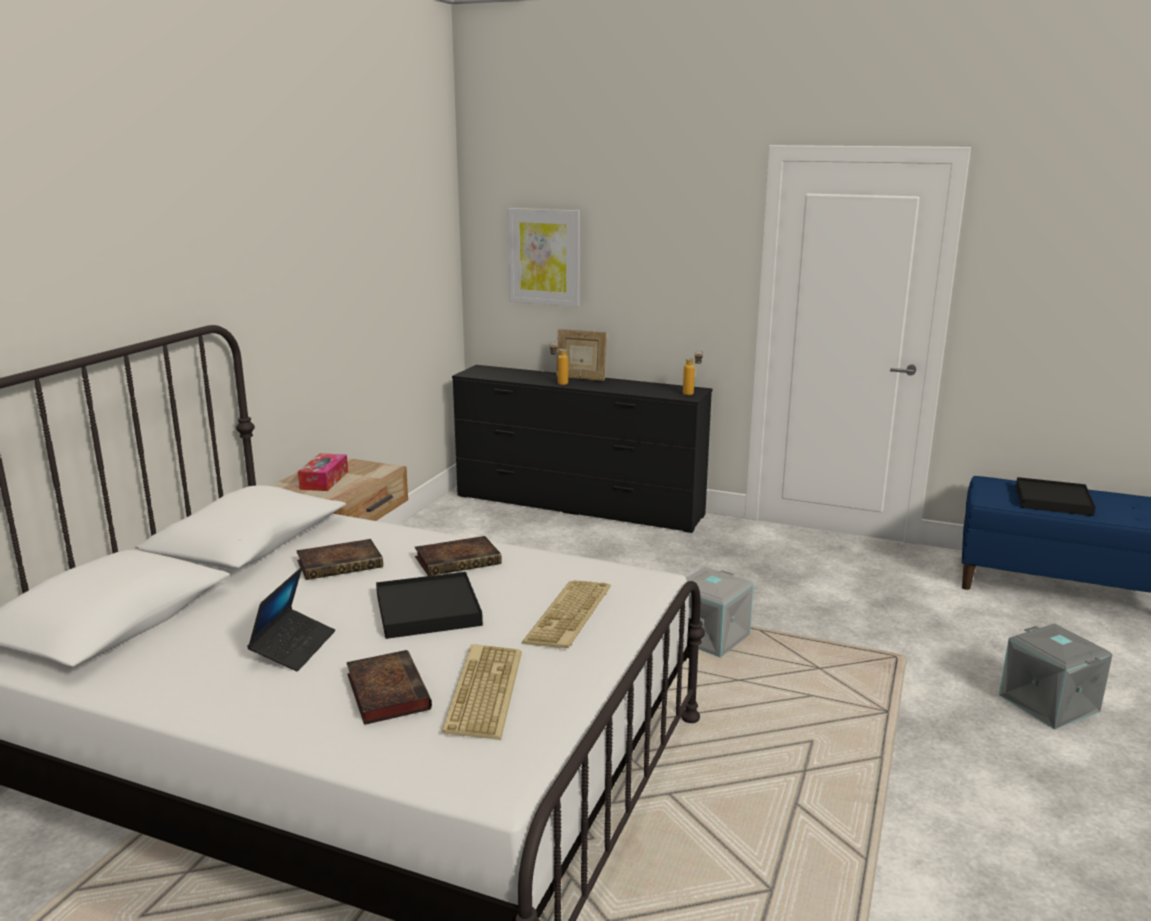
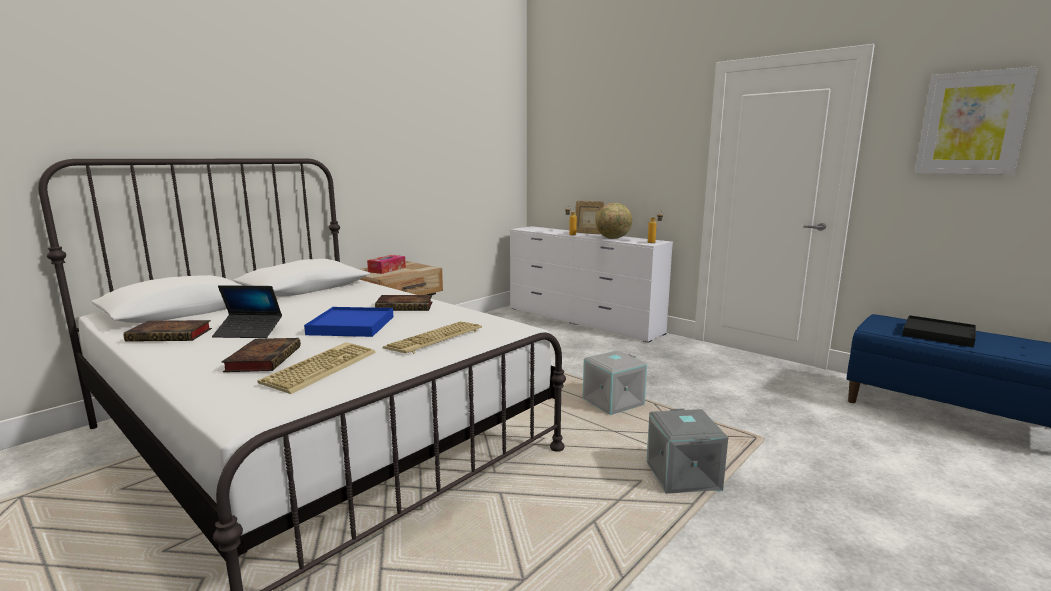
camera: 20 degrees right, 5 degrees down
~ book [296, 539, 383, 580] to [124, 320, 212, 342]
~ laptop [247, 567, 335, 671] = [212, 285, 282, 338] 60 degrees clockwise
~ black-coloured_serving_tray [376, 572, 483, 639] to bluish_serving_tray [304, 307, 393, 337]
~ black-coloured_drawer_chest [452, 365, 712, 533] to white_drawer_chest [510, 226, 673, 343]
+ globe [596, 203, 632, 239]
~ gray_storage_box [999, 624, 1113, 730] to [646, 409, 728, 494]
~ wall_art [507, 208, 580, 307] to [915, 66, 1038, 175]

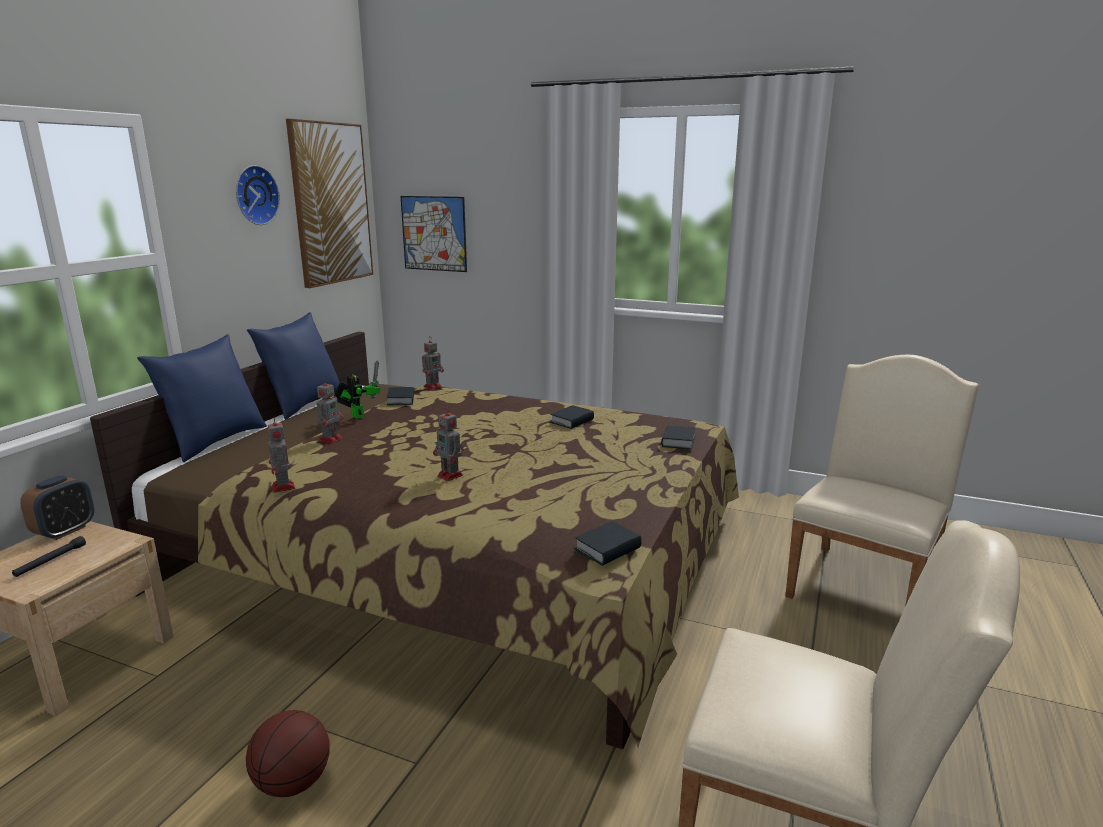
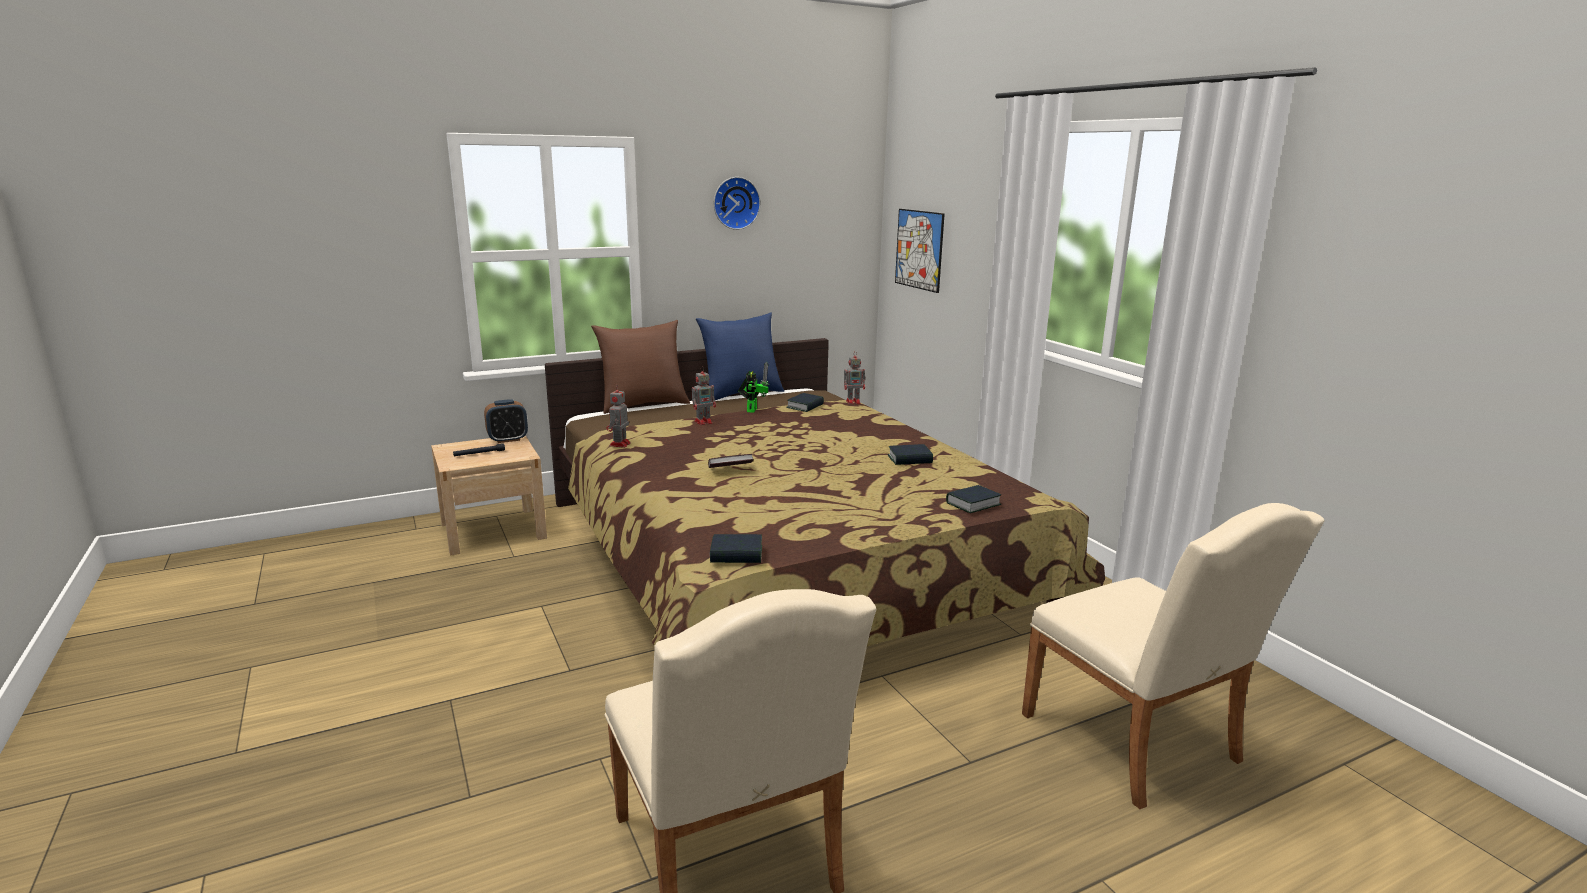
camera: 40 degrees right, 0 degrees up
~ bluish_cushion [137, 334, 267, 462] to brownish_cushion [591, 320, 690, 414]
~ robot_figure [433, 407, 464, 481] to book [708, 454, 754, 468]
~ beige_plain_chair [785, 355, 979, 606] = [1022, 503, 1325, 809] 75 degrees clockwise
- basketball [246, 710, 330, 797]
- wall_art [286, 119, 373, 288]

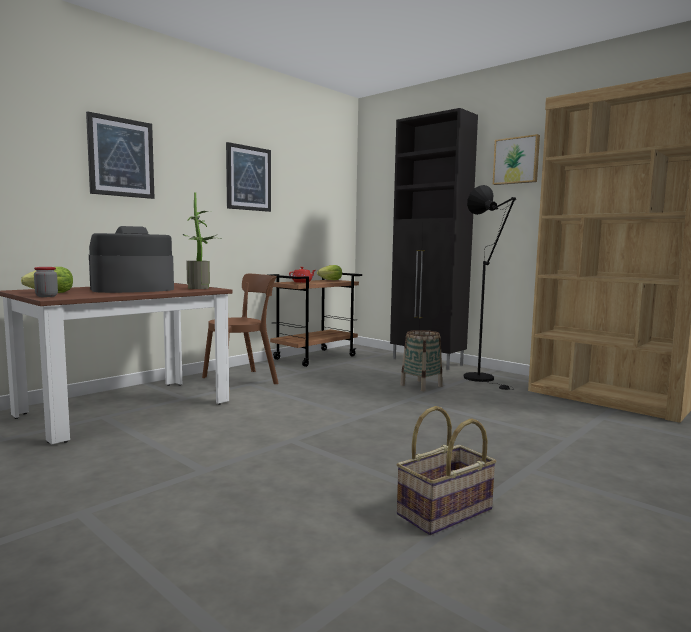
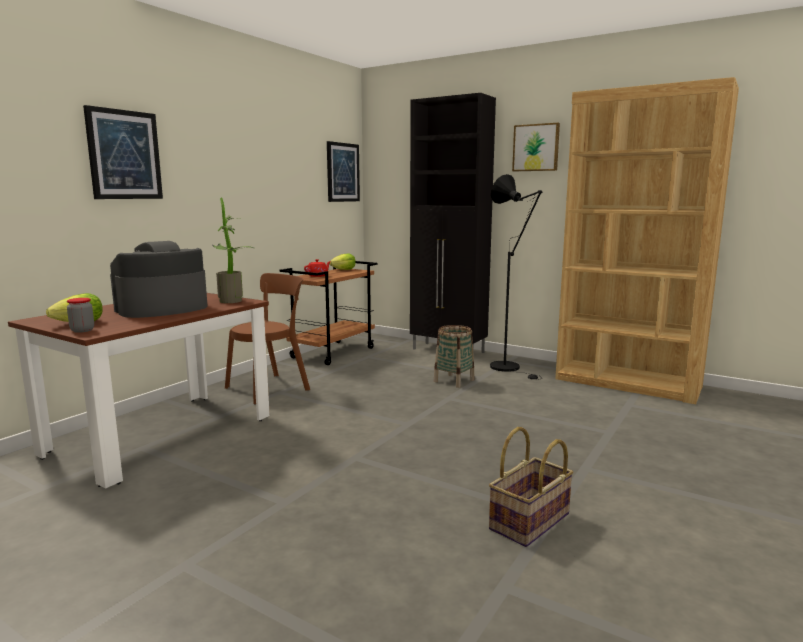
camera: 10 degrees left, 5 degrees up
~ wall_art [226, 142, 271, 212] to [327, 141, 360, 202]

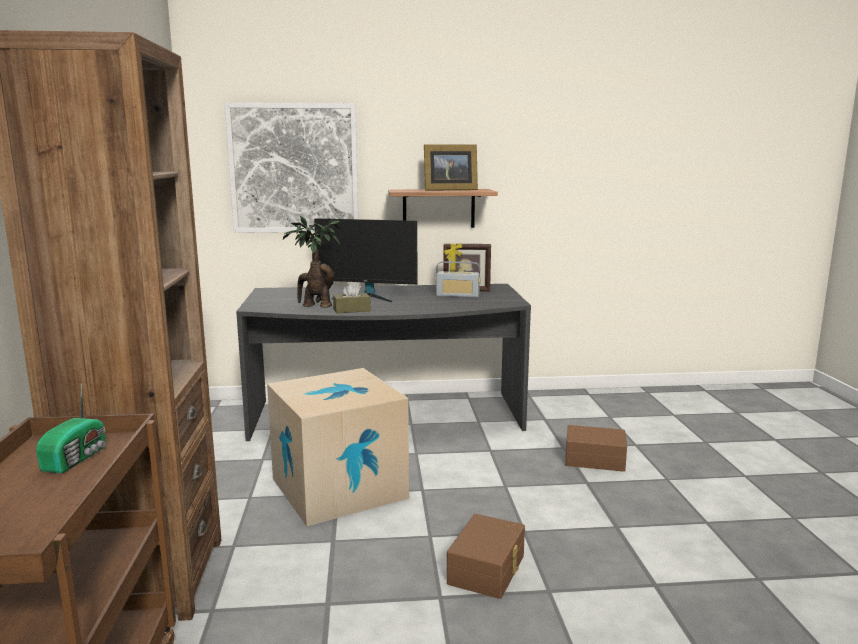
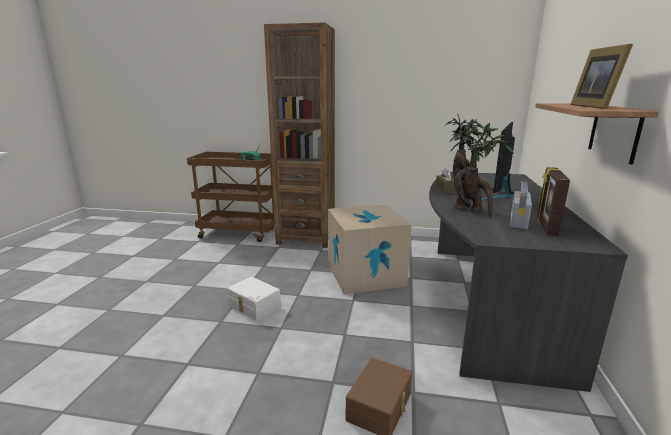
camera: 105 degrees right, 5 degrees up
~ brownish_storage_box [447, 514, 525, 599] to white_storage_box [227, 276, 281, 321]
+ plant_in_a_pot [451, 123, 514, 217]
- wall_art [225, 103, 358, 233]

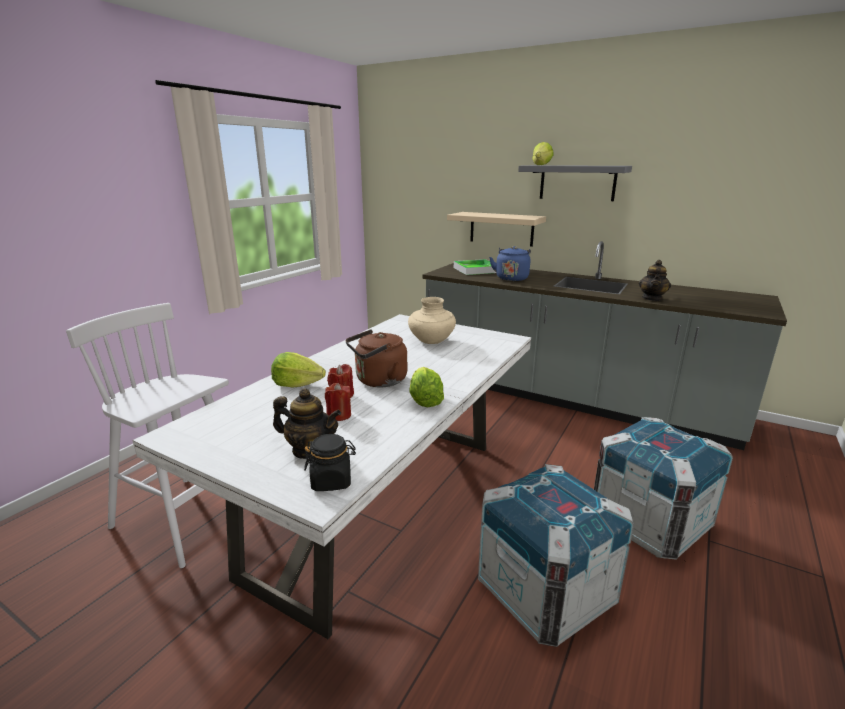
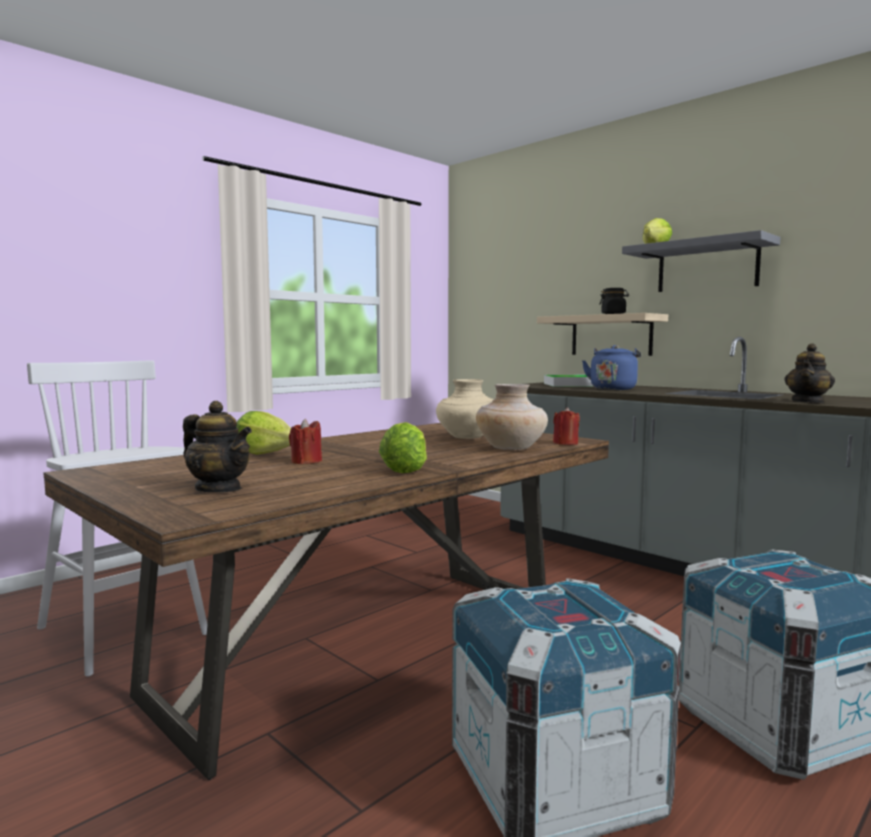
camera: 15 degrees right, 15 degrees down
~ white_dining_table [132, 314, 531, 639] to brownish_dining_table [43, 423, 609, 780]
+ beige_flower_vase [476, 384, 548, 450]
~ reddish_candle [325, 383, 351, 421] to [553, 407, 580, 445]
~ black-coloured_jar [304, 434, 356, 491] to [599, 288, 629, 314]
- brownish_water_kettle [345, 329, 407, 387]

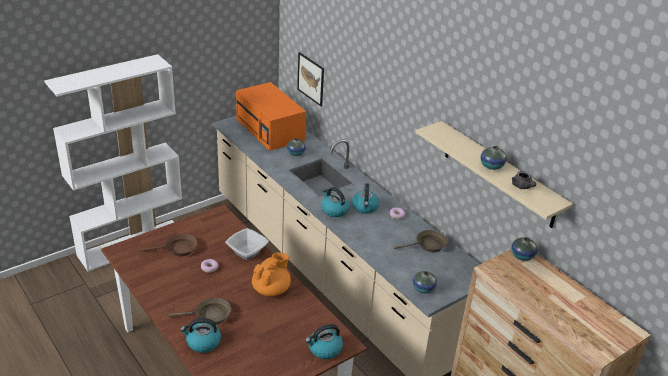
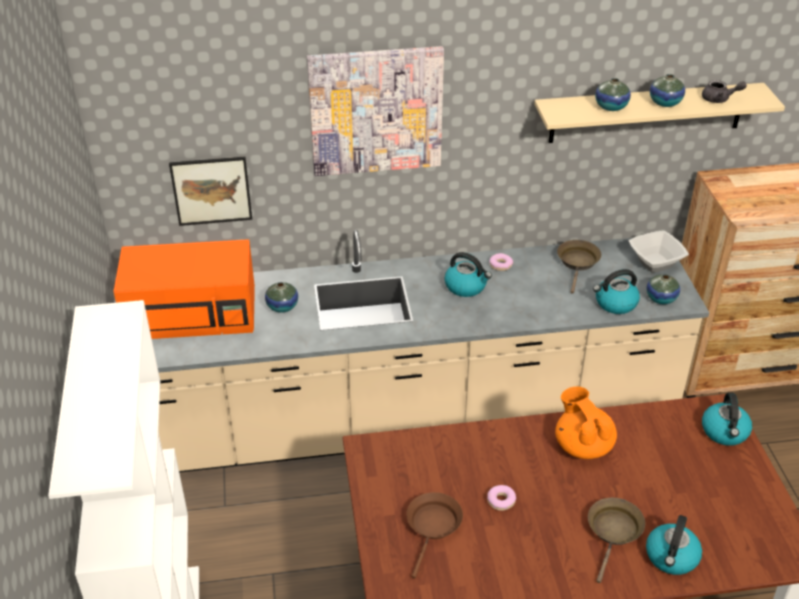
camera: 60 degrees left, 5 degrees up
+ wall_art [307, 46, 444, 176]
~ water_kettle [321, 187, 349, 217] to [593, 269, 640, 314]
~ flower_vase [511, 237, 538, 261] to [595, 78, 631, 111]
~ deep_dish [225, 228, 269, 260] to [629, 231, 689, 272]

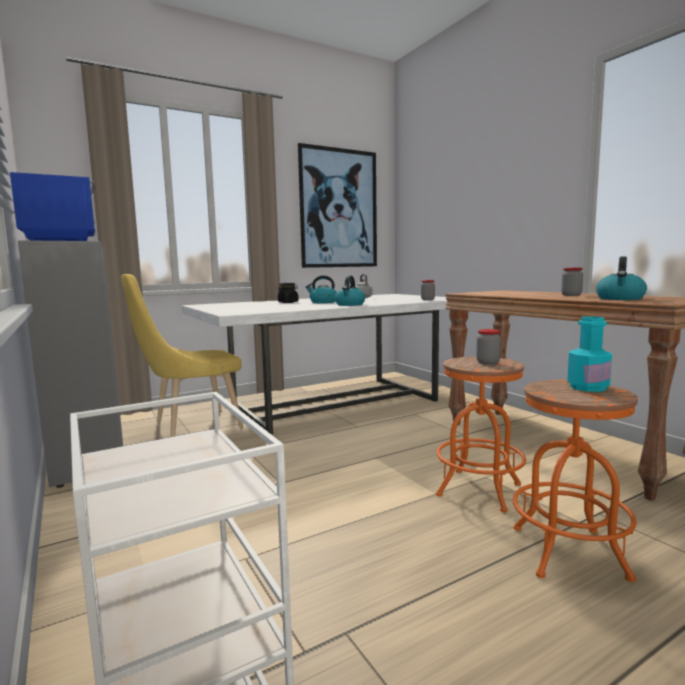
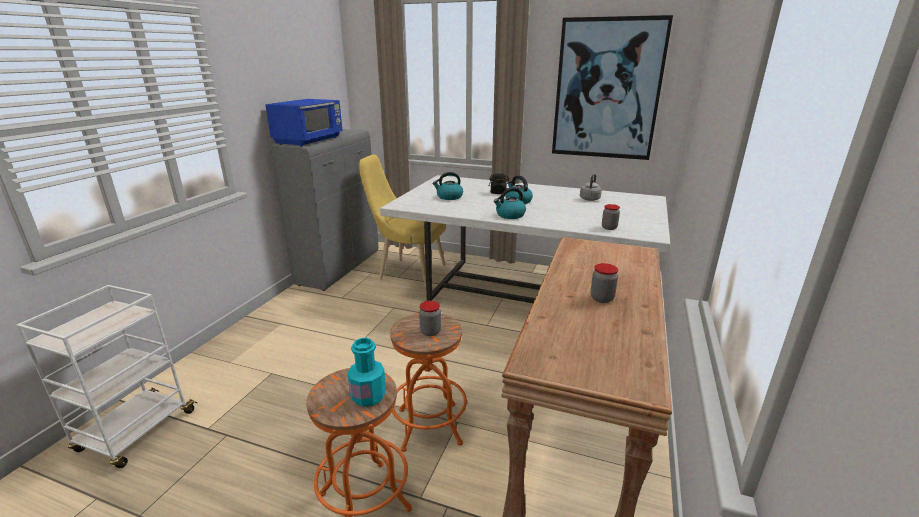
camera: 50 degrees right, 15 degrees up
~ water_kettle [596, 256, 647, 300] to [433, 172, 463, 200]

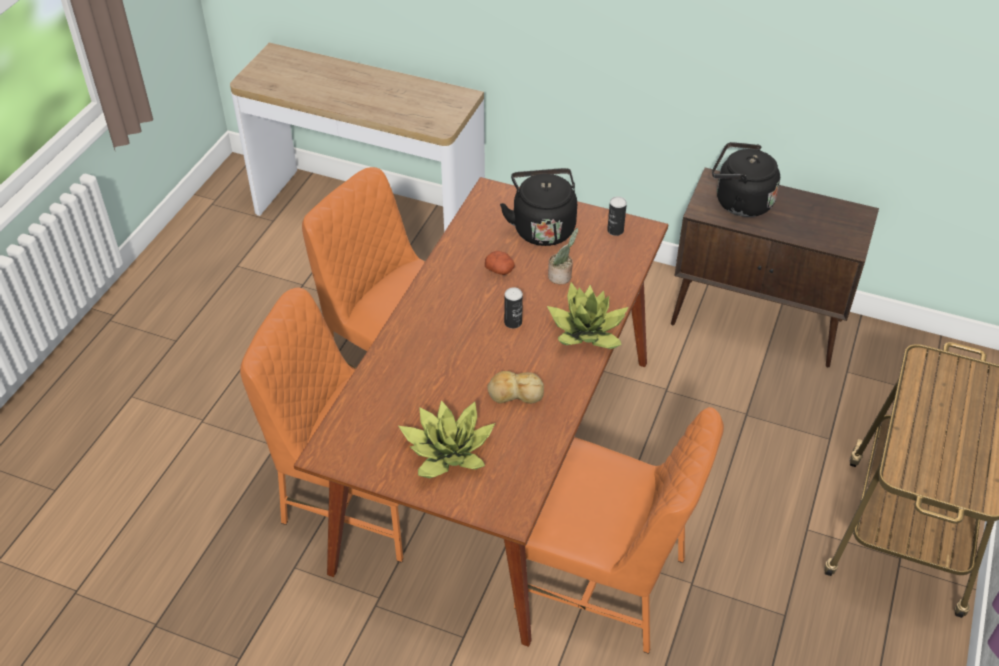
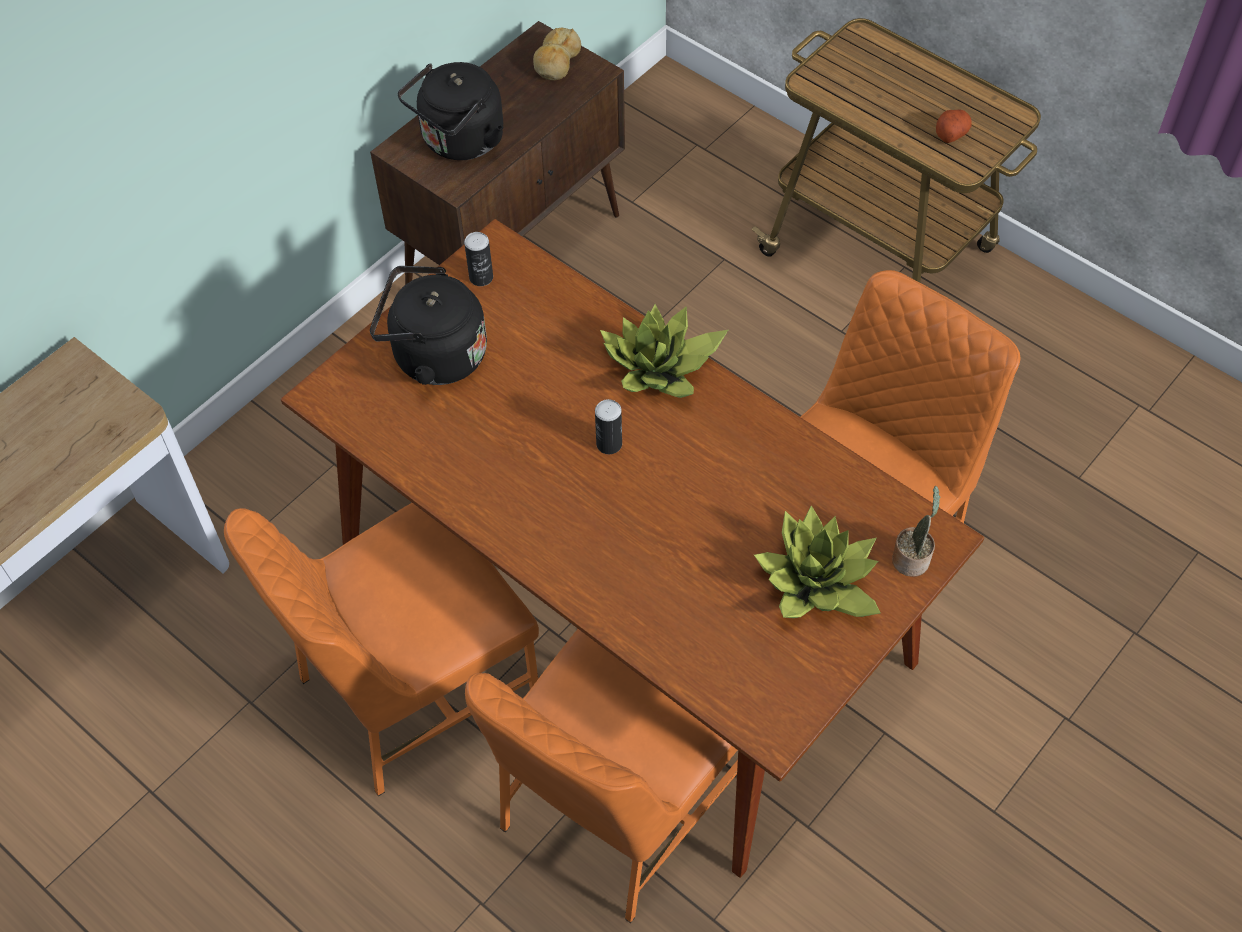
camera: 70 degrees left, 10 degrees up
~ baked_bread [487, 371, 544, 404] to [533, 27, 581, 80]
~ plant_in_a_pot [548, 228, 578, 284] to [892, 486, 941, 577]
~ spud [485, 251, 515, 275] to [936, 110, 972, 143]

